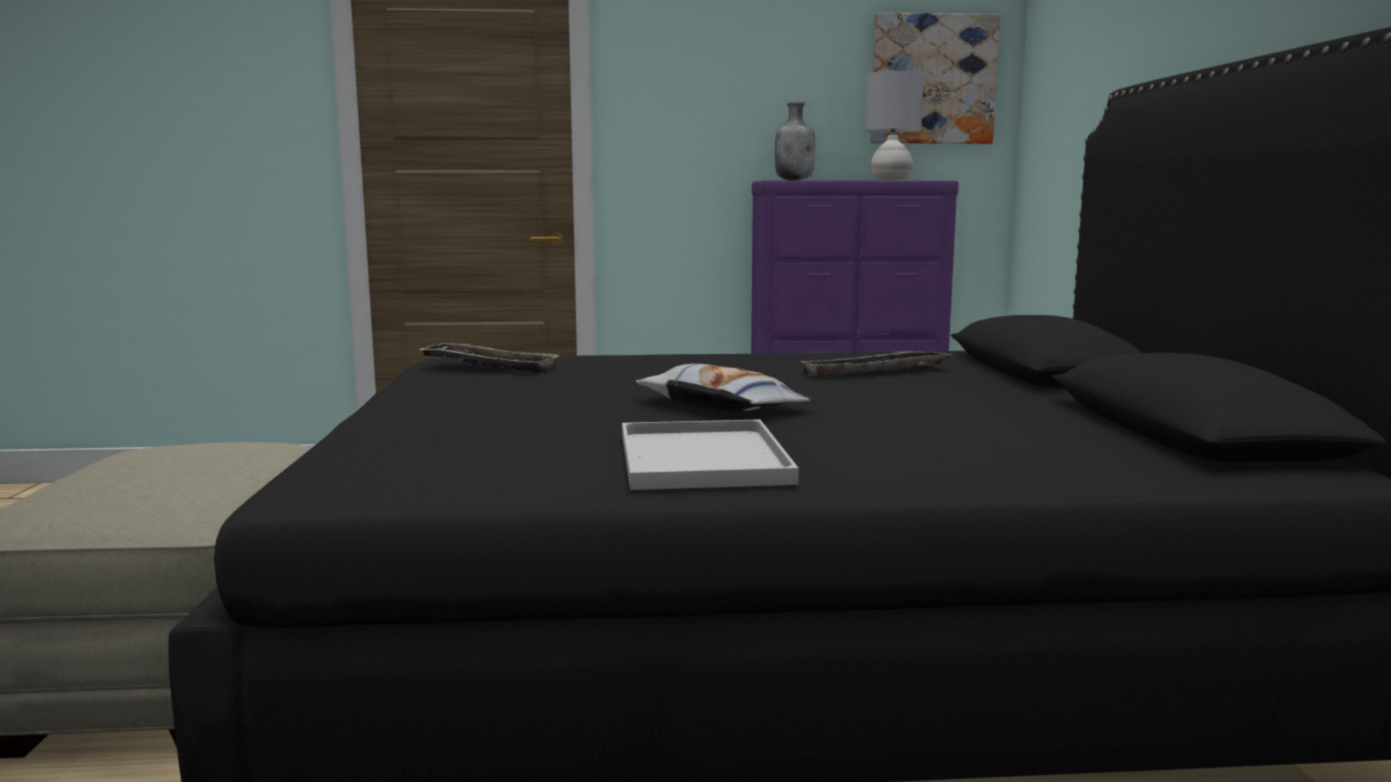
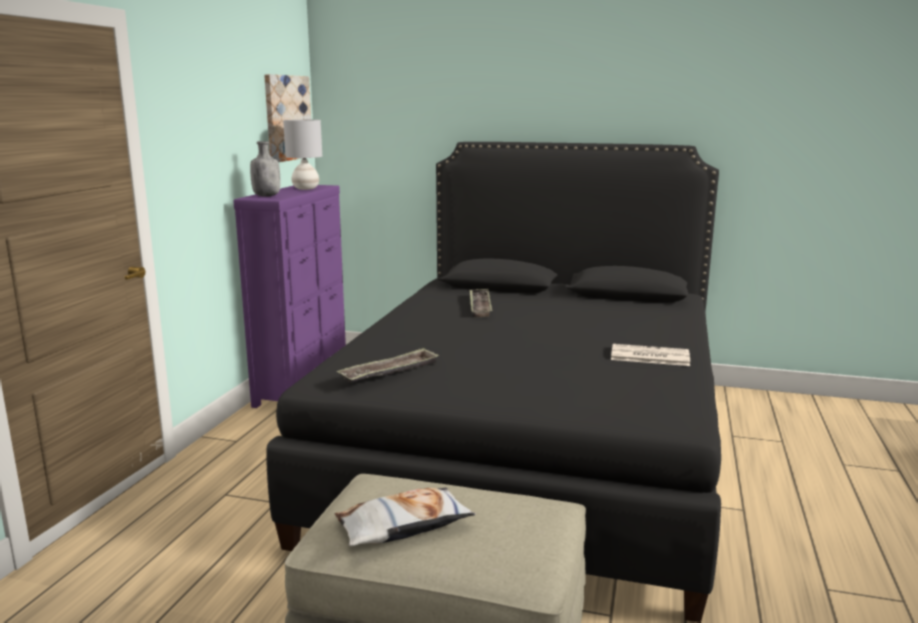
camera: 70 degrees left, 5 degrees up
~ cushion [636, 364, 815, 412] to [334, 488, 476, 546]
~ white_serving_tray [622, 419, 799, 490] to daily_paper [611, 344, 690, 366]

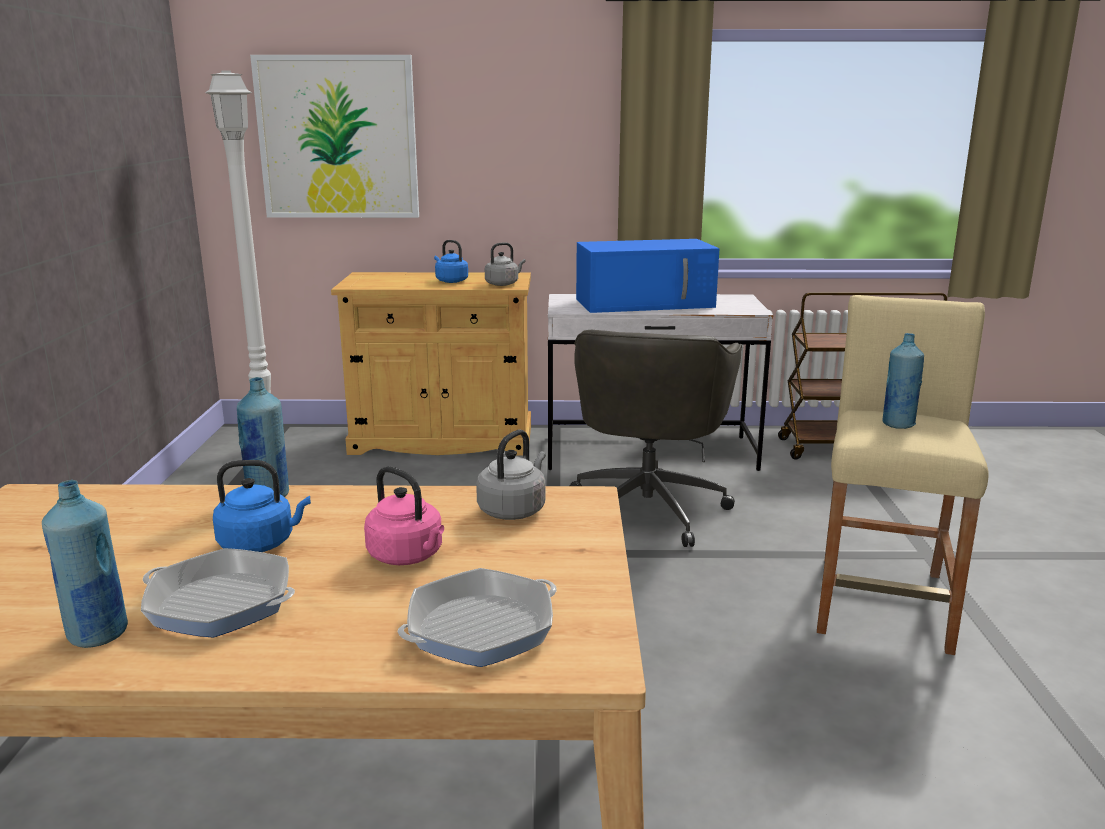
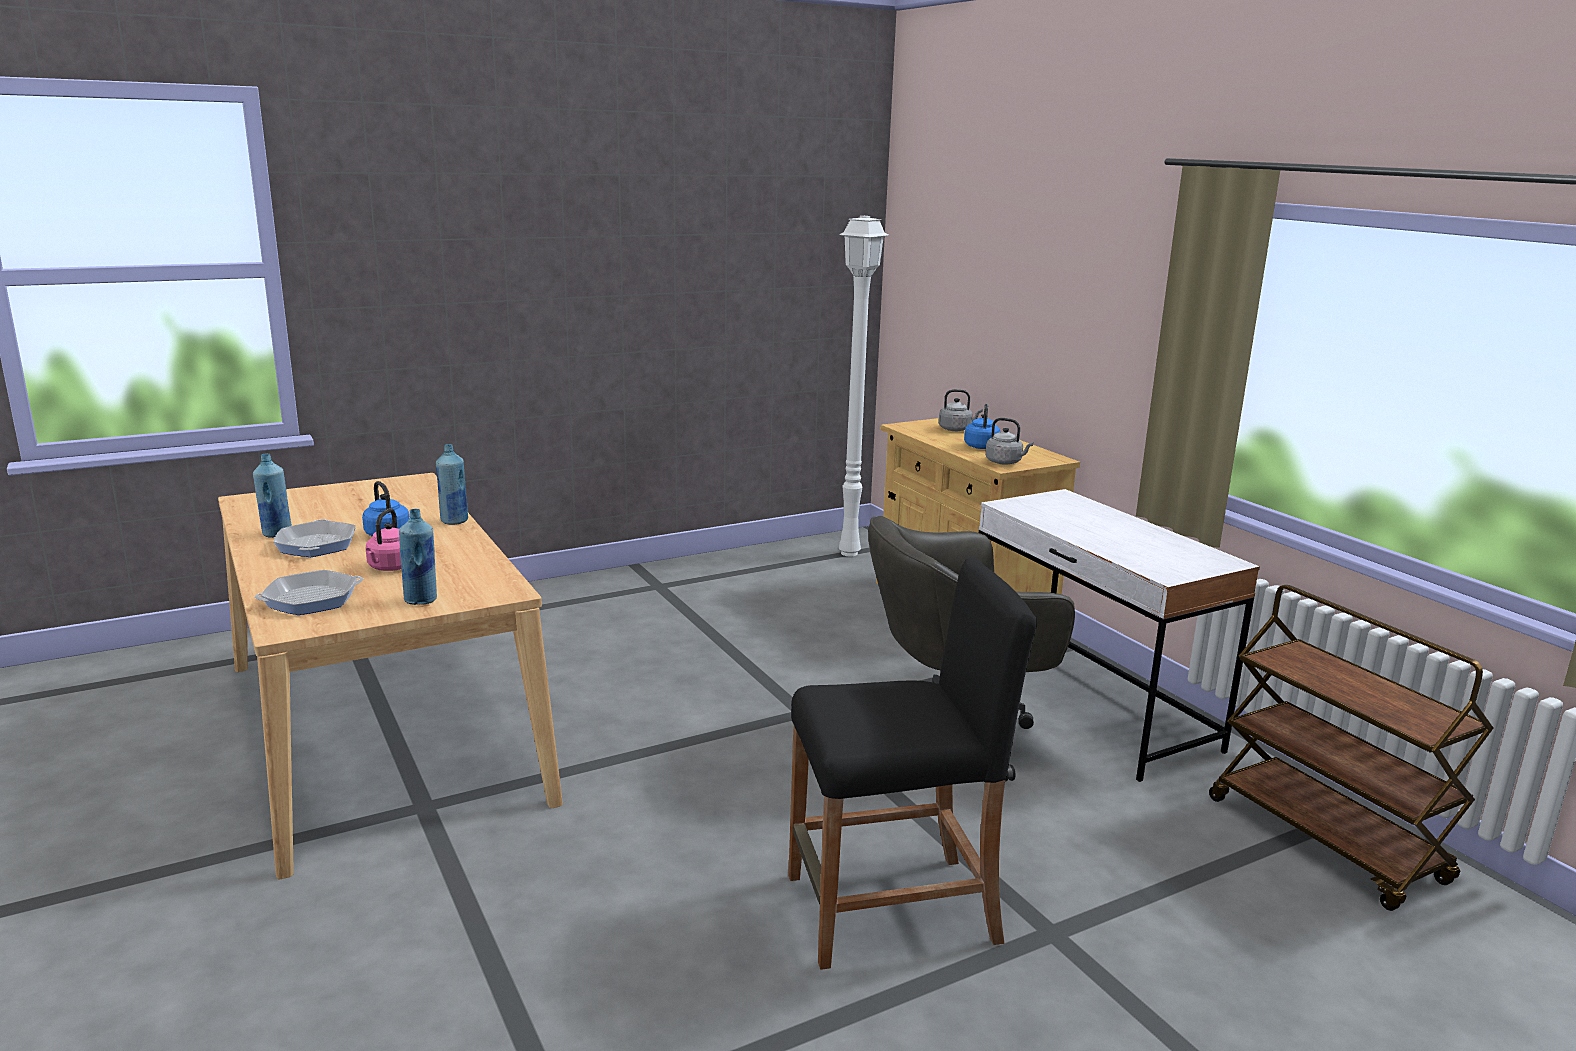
camera: 60 degrees right, 0 degrees up
~ frying_pan [398, 568, 557, 667] = [255, 570, 363, 615] 120 degrees clockwise
~ bluish_drink_bottle [882, 333, 924, 429] to [399, 509, 437, 605]
~ beige_stool [817, 295, 989, 655] to black-coloured_stool [788, 557, 1037, 970]
~ gray_water_kettle [476, 430, 546, 520] to [939, 389, 983, 431]
- wall_art [250, 55, 419, 218]
- bluish_microwave_oven [576, 239, 719, 313]

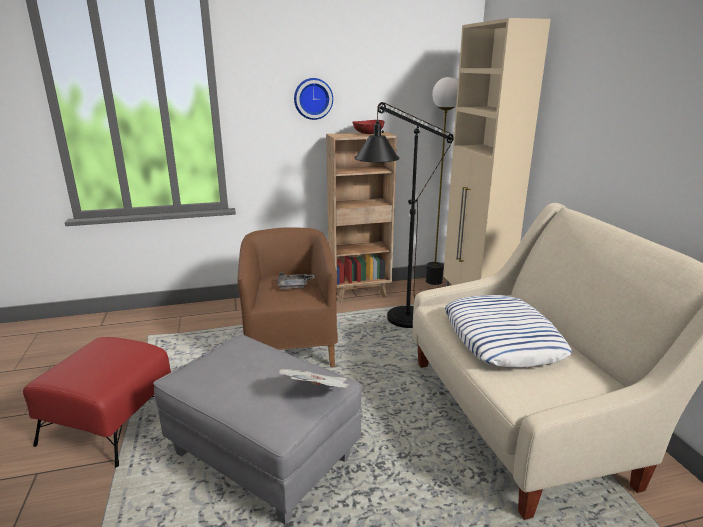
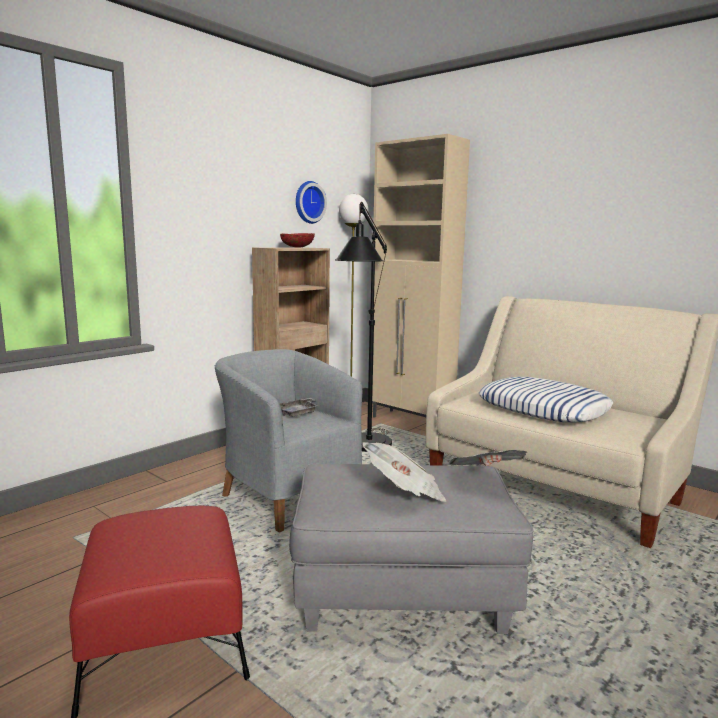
camera: 35 degrees left, 10 degrees down
~ brownish_easy_chair [237, 227, 338, 367] to gray_easy_chair [215, 349, 362, 533]
~ wall_clock [294, 78, 333, 120] to [296, 181, 327, 224]
+ daily_paper [362, 442, 446, 502]

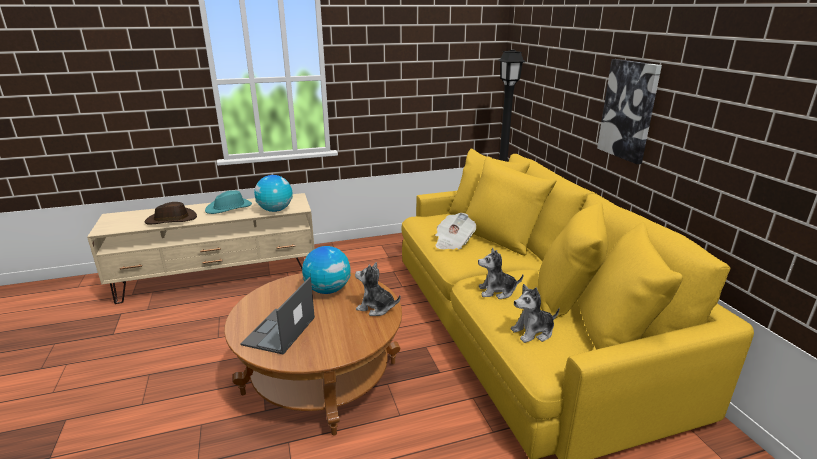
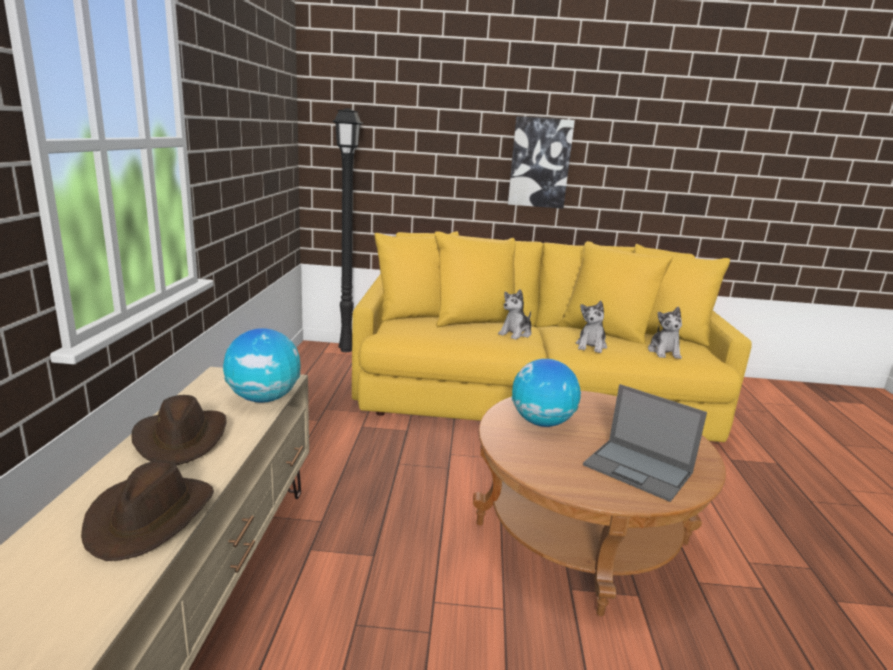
camera: 70 degrees left, 5 degrees down
~ blue-green_clothing_hat [205, 190, 252, 214] to brownish_clothing_hat [132, 395, 227, 465]
~ soft_toy [355, 262, 401, 316] to [498, 289, 531, 340]
- daily_paper [435, 213, 476, 249]

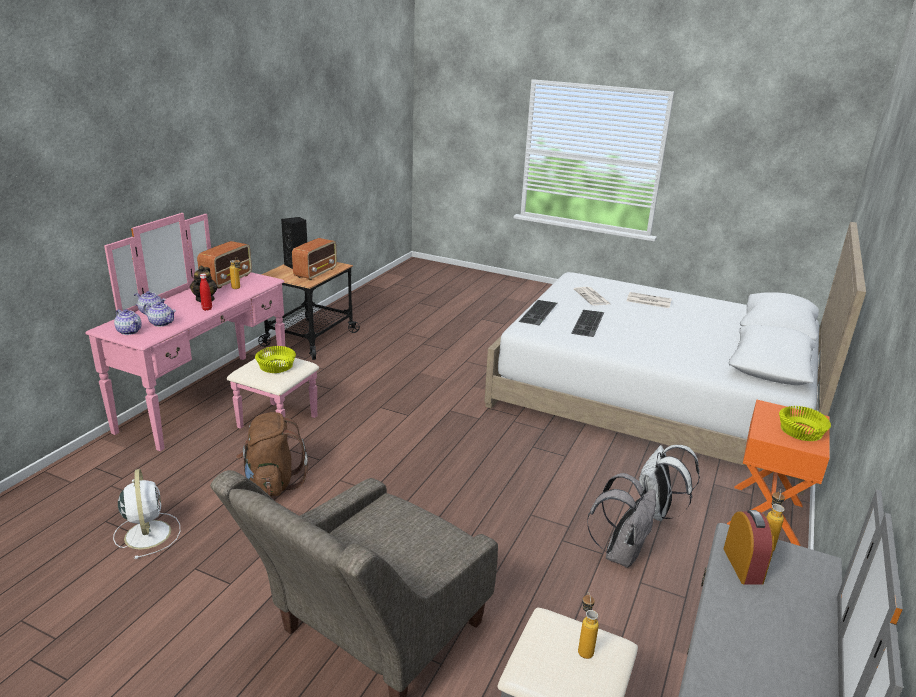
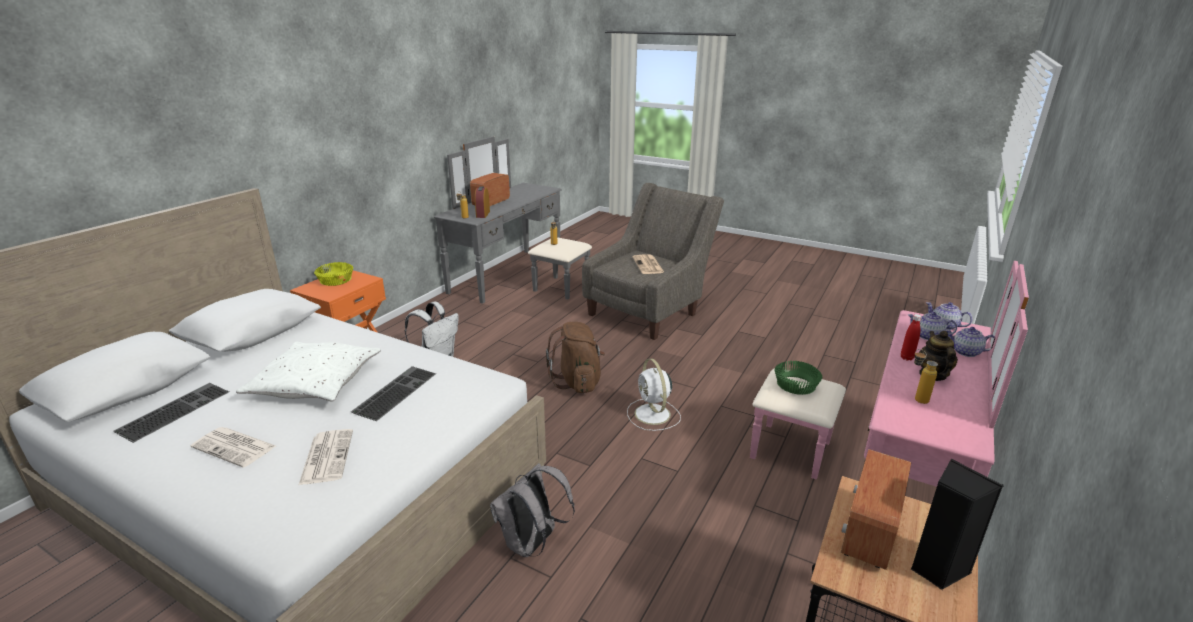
camera: 175 degrees left, 0 degrees up
~ computer_keyboard [519, 300, 557, 325] to [113, 383, 229, 443]
+ white_cushion [236, 342, 381, 402]
~ radio [197, 241, 252, 289] to [470, 173, 510, 206]
~ gray_knapsack [587, 473, 656, 568] to [490, 463, 575, 557]
~ brownish_knapsack [236, 412, 308, 497] to [546, 322, 605, 393]
~ white_cooling_fan [113, 469, 180, 559] to [627, 358, 681, 431]
+ daily_paper [632, 255, 664, 274]
~ yellow-coloured_deep_dish [255, 346, 296, 373] to green_deep_dish [774, 361, 822, 395]

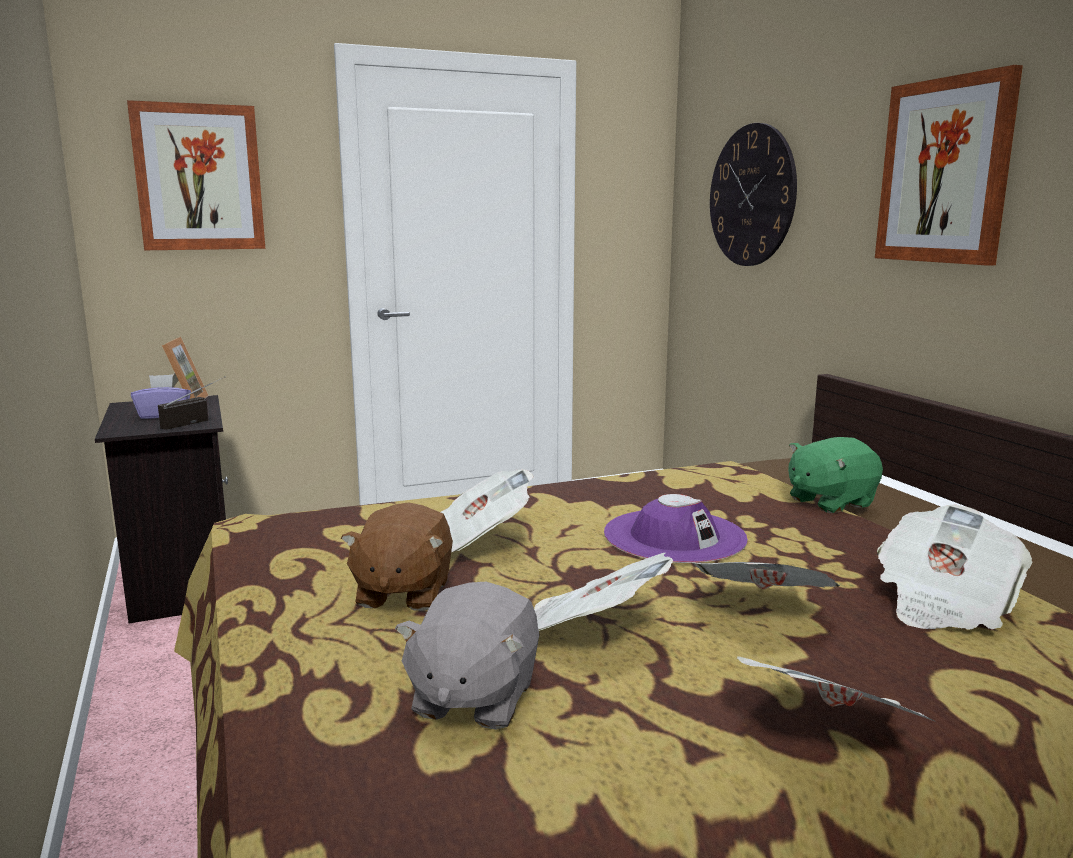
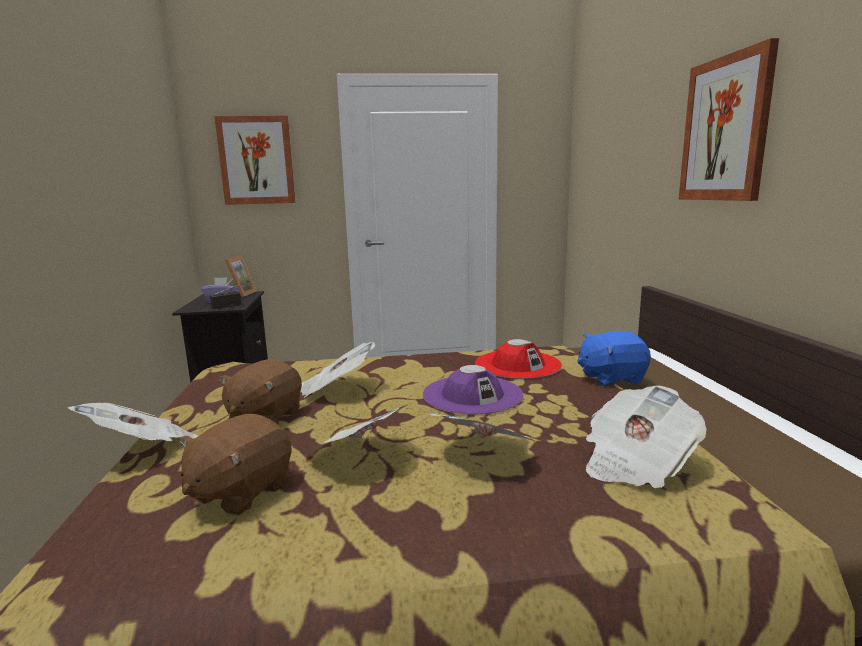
camera: 15 degrees right, 0 degrees up
~ daily_paper [737, 656, 936, 722] to [68, 403, 198, 441]
~ gray_soft_toy [395, 582, 540, 730] to brownish_soft_toy [179, 414, 292, 516]
+ reddish_clothing_hat [475, 339, 562, 379]
~ green_soft_toy [788, 437, 883, 513] to bluish_soft_toy [577, 331, 651, 387]
- wall_clock [710, 123, 797, 266]

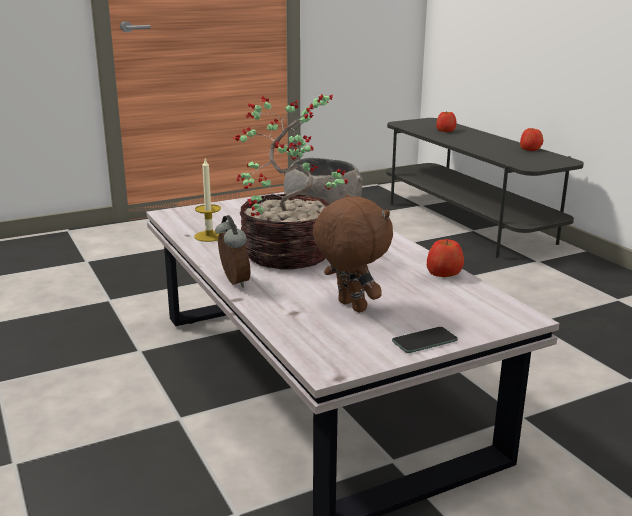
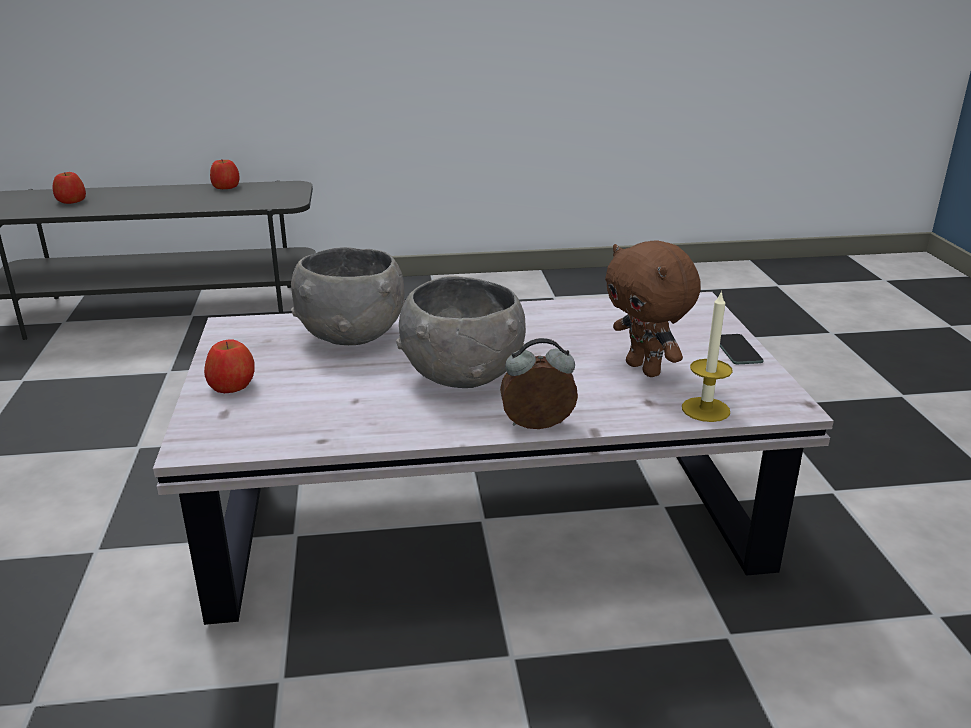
camera: 70 degrees left, 5 degrees up
~ whole_apple [427, 239, 464, 277] to [204, 340, 255, 393]
~ plant_in_a_pot [232, 94, 348, 270] to gray_deep_dish [396, 276, 526, 388]
~ brownish_soft_toy [313, 194, 393, 313] = [605, 240, 701, 377] 105 degrees counterclockwise
~ candle [195, 158, 221, 242] to [682, 290, 733, 422]

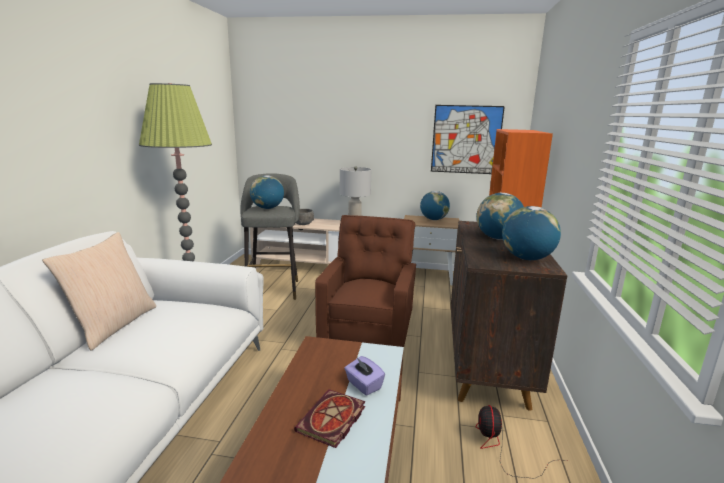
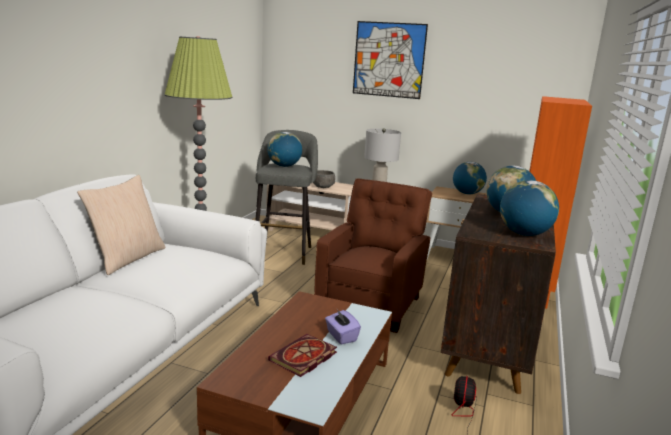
camera: 10 degrees right, 0 degrees up
~ wall_art [431, 105, 505, 174] to [353, 21, 428, 99]

